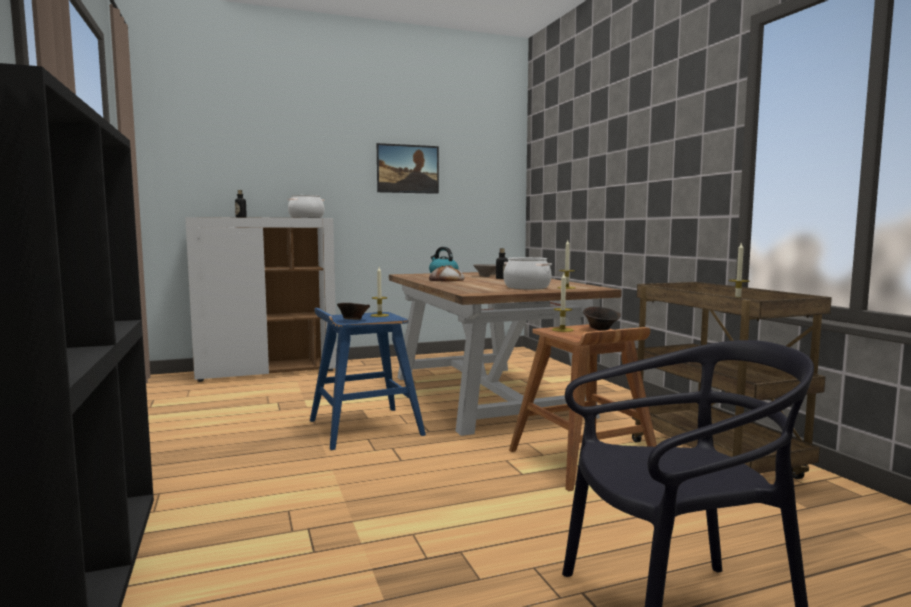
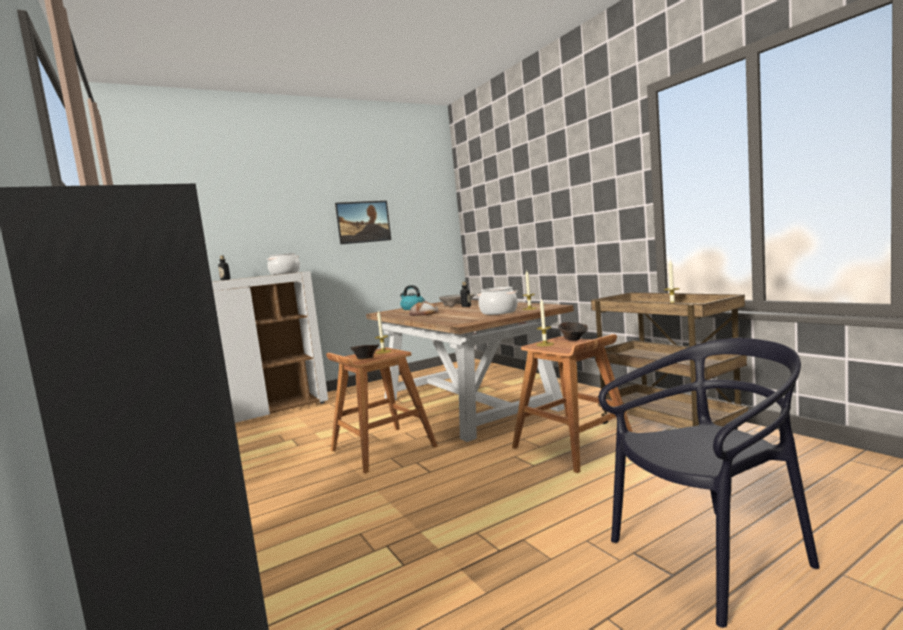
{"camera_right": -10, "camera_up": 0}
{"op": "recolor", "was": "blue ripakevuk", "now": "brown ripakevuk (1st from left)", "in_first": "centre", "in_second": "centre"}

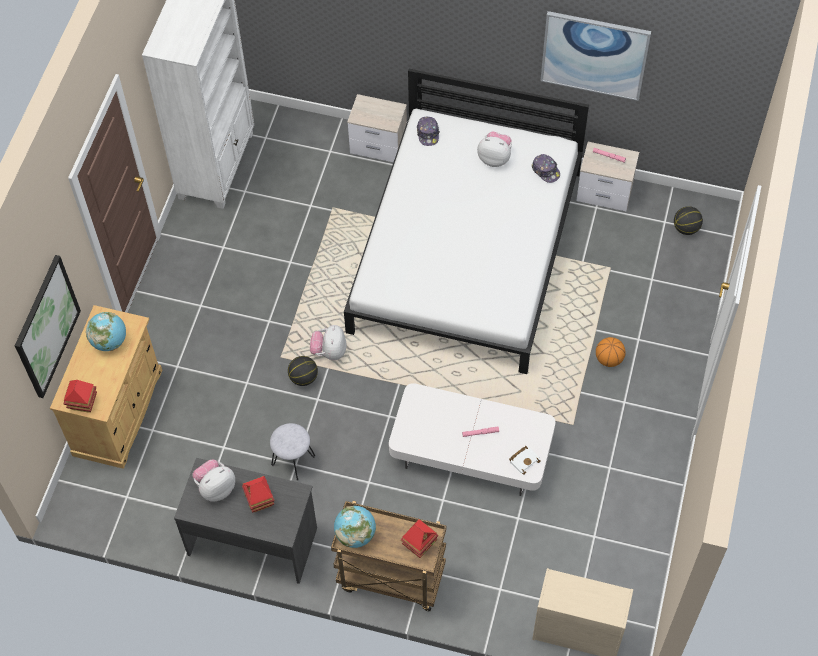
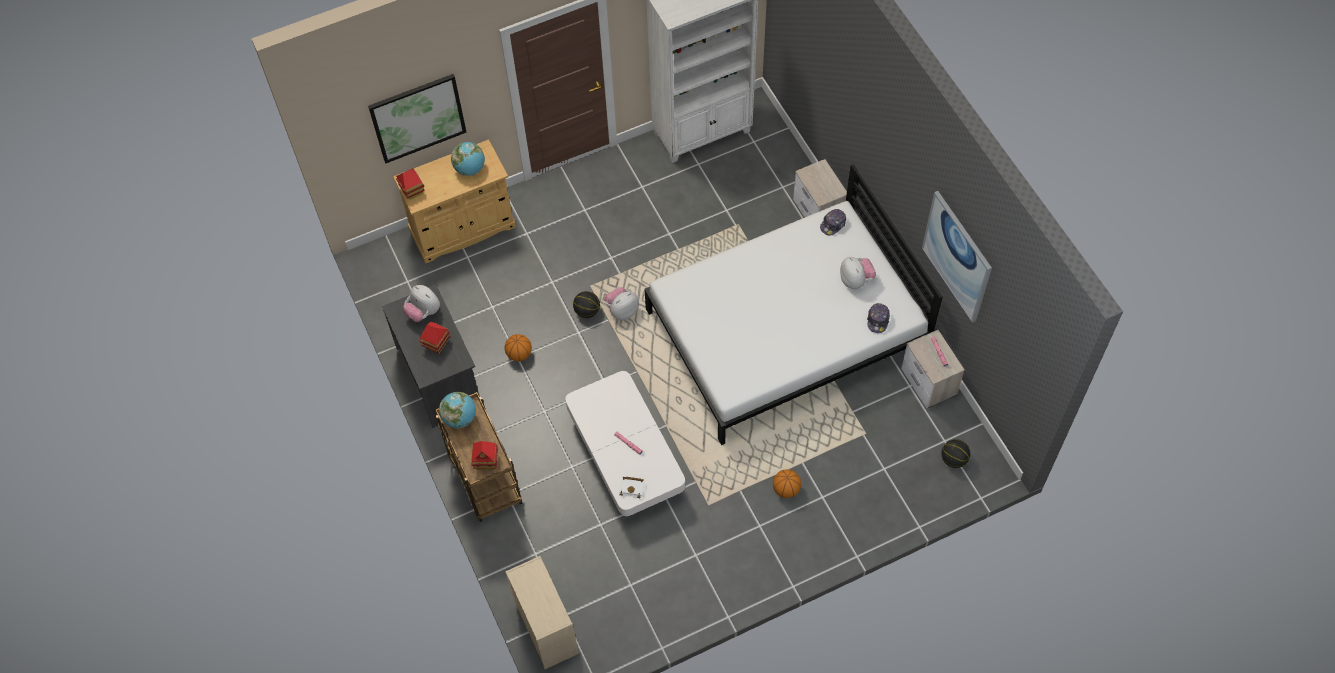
{"camera_right": 50, "camera_up": 0}
{"op": "replace", "was": "grey ripakevuk", "now": "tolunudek (1st from left)", "in_first": "bottom centre", "in_second": "centre"}
{"op": "rotate", "was": "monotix (1st from left)", "in_first": "bottom left", "in_second": "middle left", "clockwise": -150}

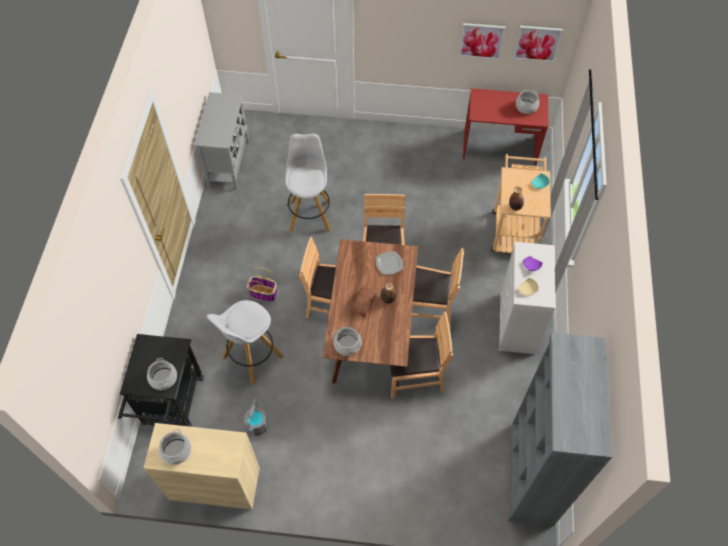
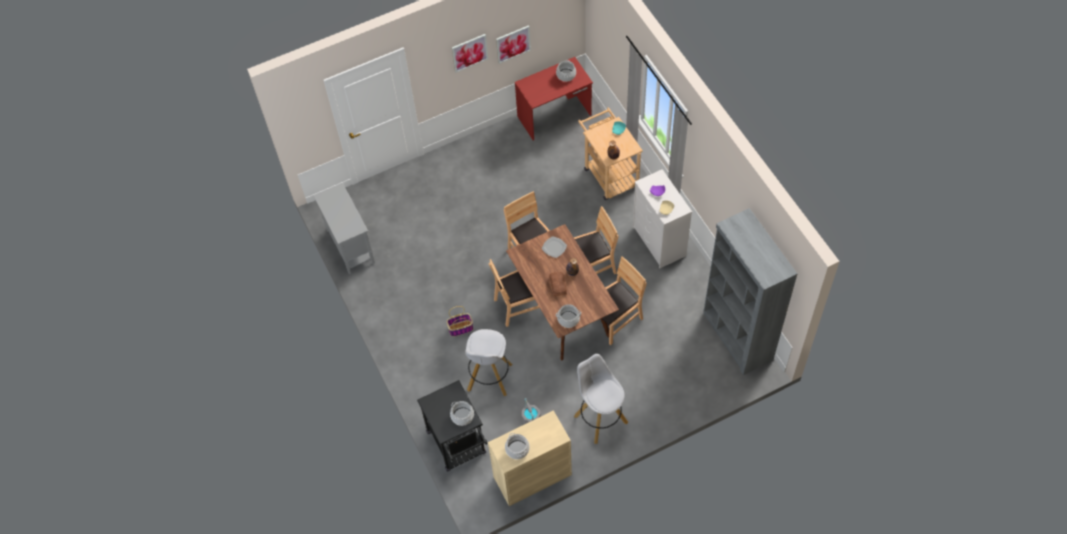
{"camera_right": -30, "camera_up": 0}
{"op": "move", "was": "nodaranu (2nd from left in the first image)", "now": "nodaranu (1st from left)", "in_first": "top right", "in_second": "top centre"}
{"op": "move", "was": "white ripakevuk (2nd from left)", "in_first": "centre", "in_second": "bottom centre"}

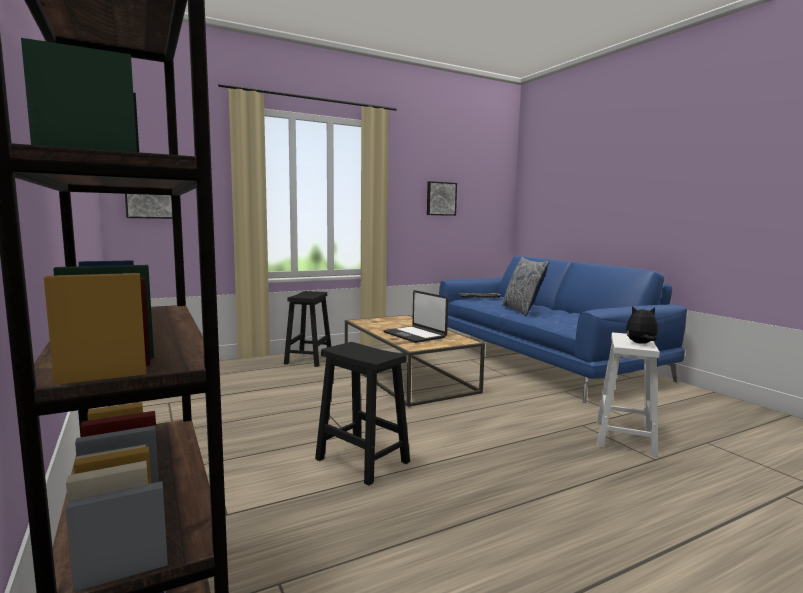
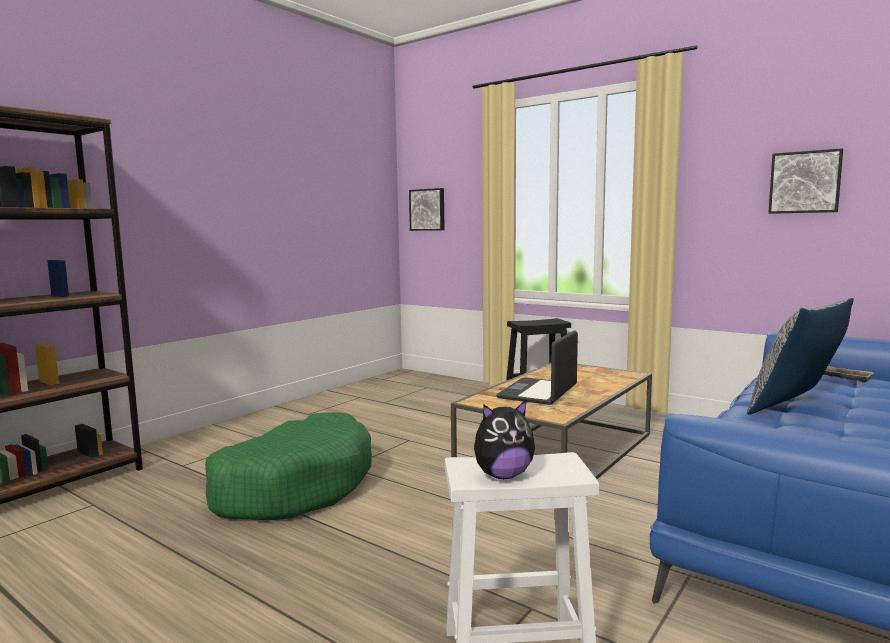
{"camera_right": 65, "camera_up": 0}
{"op": "rotate", "was": "monotix", "in_first": "middle right", "in_second": "bottom centre", "clockwise": 90}
{"op": "replace", "was": "black ripakevuk (2nd from left)", "now": "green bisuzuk", "in_first": "bottom centre", "in_second": "bottom left"}

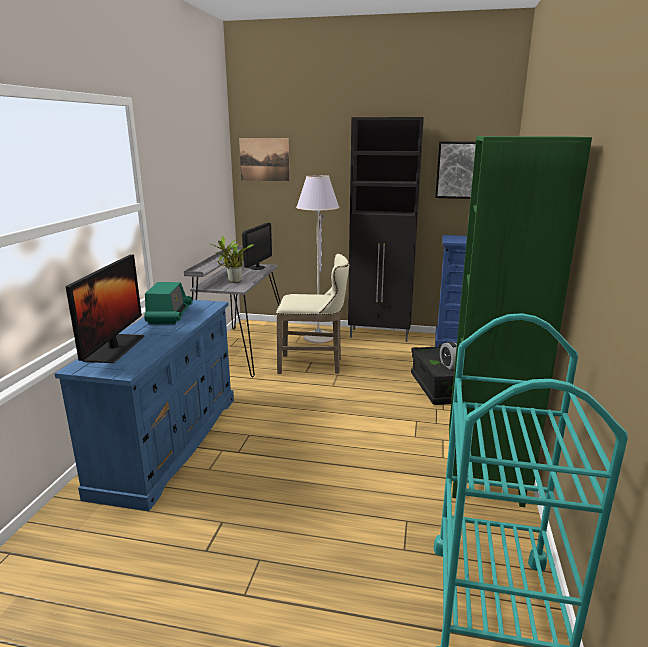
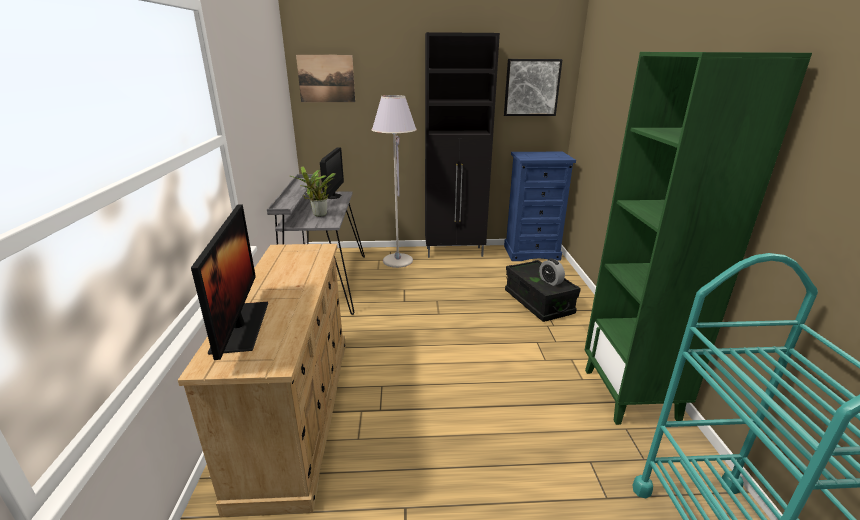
{"camera_right": -15, "camera_up": 5}
{"op": "delete", "was": "beige ripakevuk", "in_first": "centre"}
{"op": "delete", "was": "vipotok", "in_first": "middle left"}
{"op": "recolor", "was": "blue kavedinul (1st from left)", "now": "beige kavedinul", "in_first": "middle left", "in_second": "bottom left"}

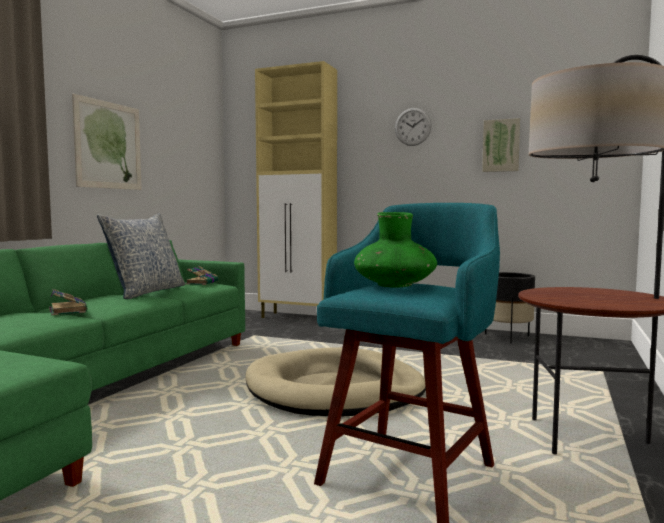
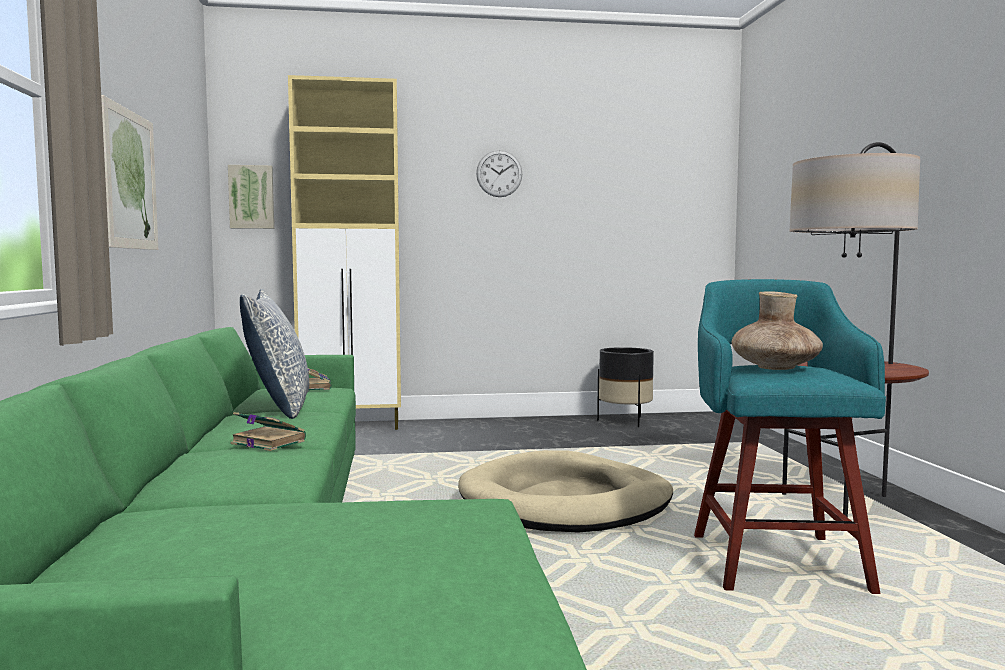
{"camera_right": -30, "camera_up": 0}
{"op": "move", "was": "nodaranu (2nd from left)", "in_first": "top right", "in_second": "top left"}
{"op": "recolor", "was": "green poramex", "now": "brown poramex", "in_first": "centre", "in_second": "middle right"}

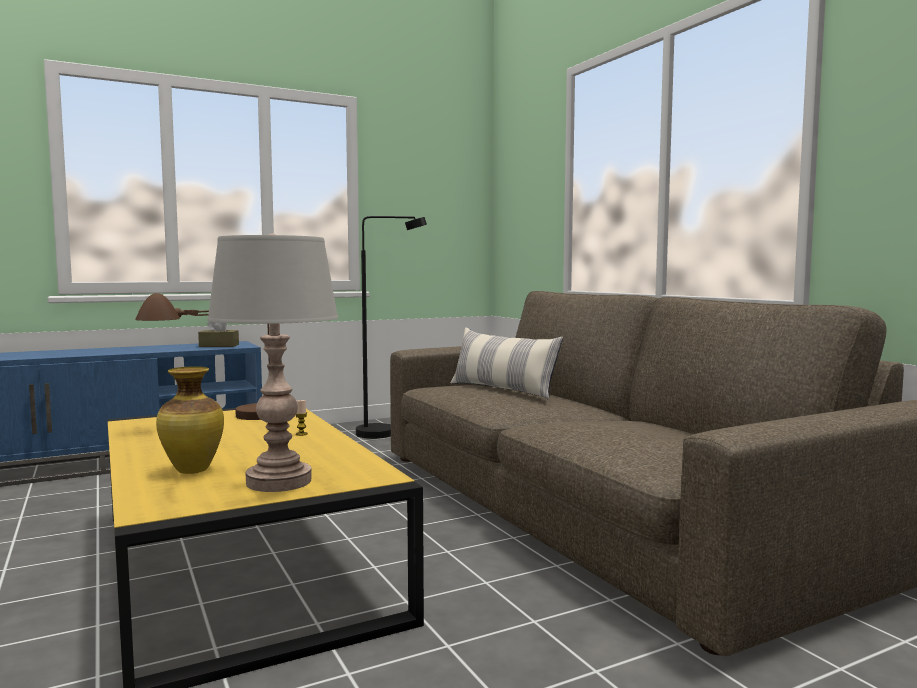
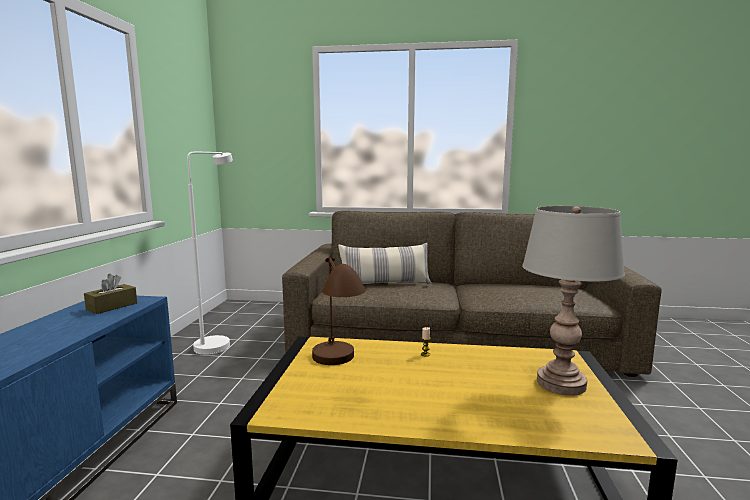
{"camera_right": -55, "camera_up": 5}
{"op": "recolor", "was": "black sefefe", "now": "white sefefe", "in_first": "centre", "in_second": "middle left"}
{"op": "delete", "was": "poramex", "in_first": "middle left"}

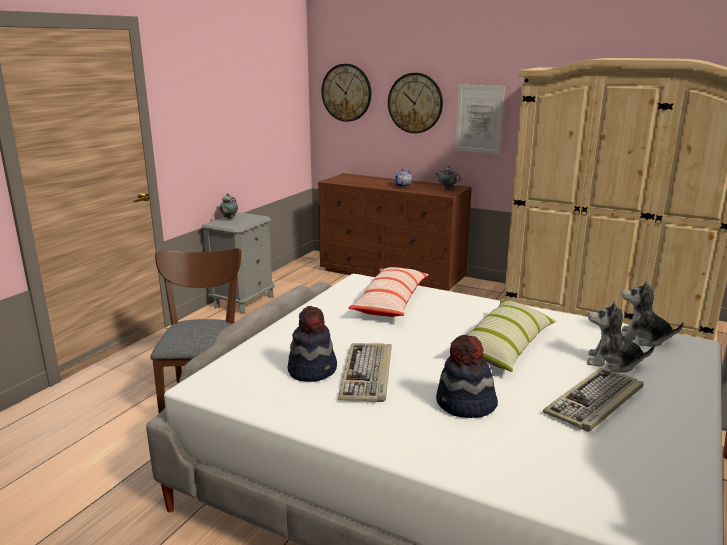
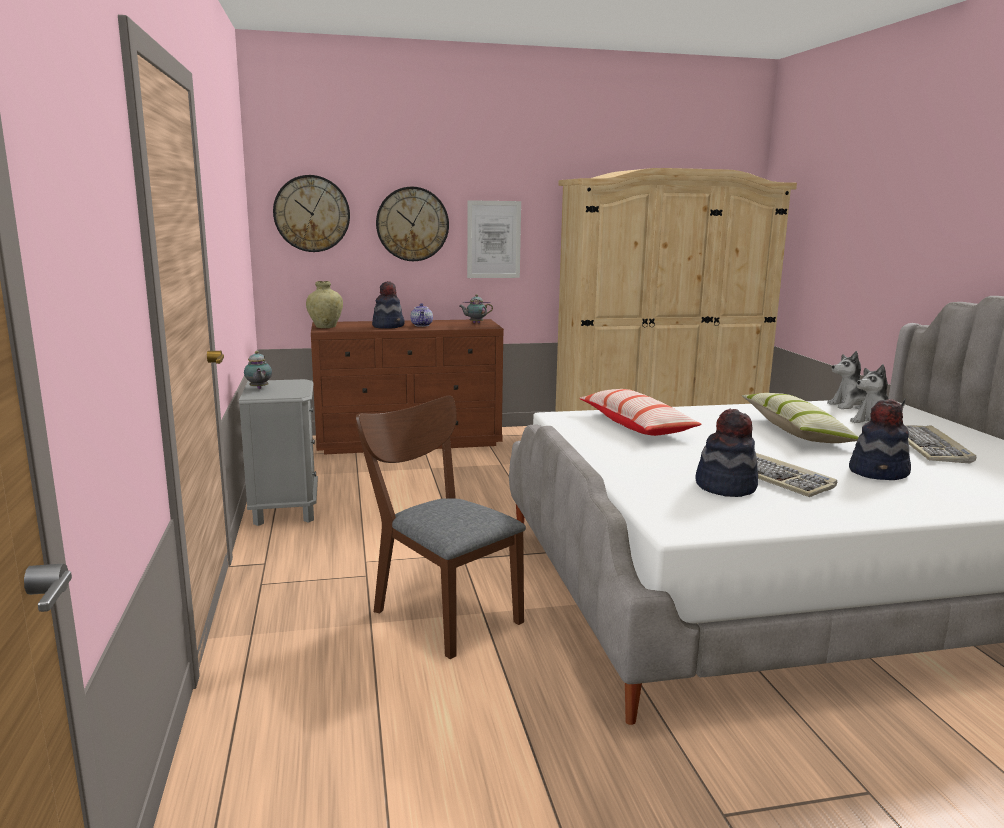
{"camera_right": -40, "camera_up": -5}
{"op": "insert", "now": "beige poramex", "in_second": "middle left"}
{"op": "insert", "now": "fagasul (1st from left)", "in_second": "centre"}

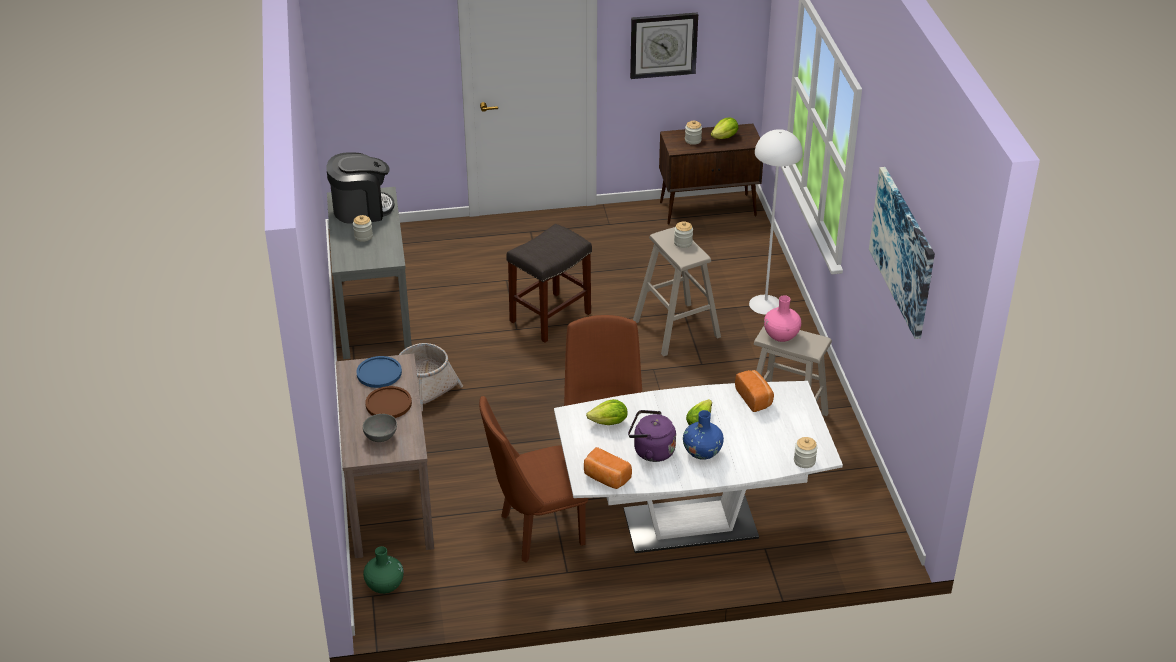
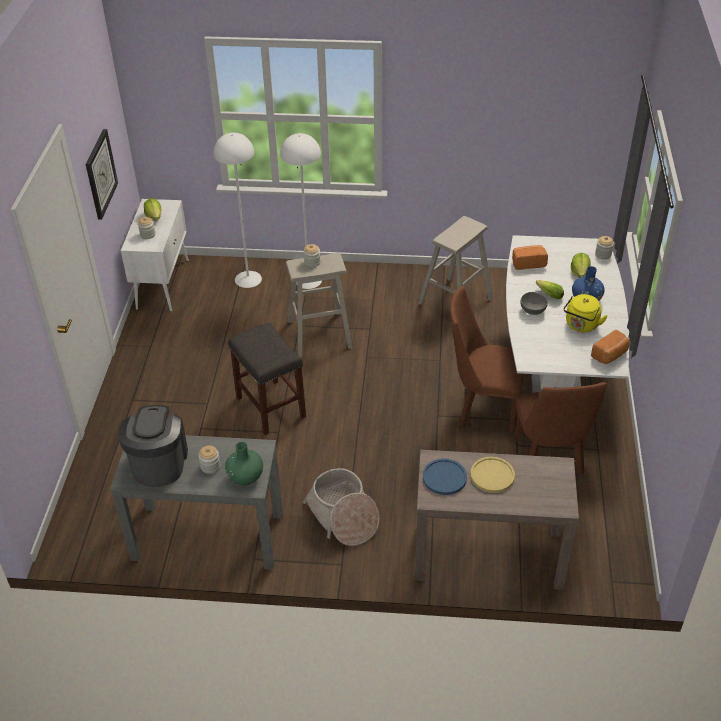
{"camera_right": -75, "camera_up": 5}
{"op": "recolor", "was": "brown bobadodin", "now": "white bobadodin", "in_first": "top centre", "in_second": "middle left"}
{"op": "delete", "was": "nodaranu", "in_first": "middle right"}
{"op": "delete", "was": "pink poramex", "in_first": "centre"}
{"op": "recolor", "was": "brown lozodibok", "now": "yellow lozodibok", "in_first": "middle left", "in_second": "middle right"}
{"op": "move", "was": "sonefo (1st from left in the first image)", "now": "sonefo (3rd from left)", "in_first": "centre", "in_second": "middle right"}
{"op": "recolor", "was": "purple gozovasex", "now": "yellow gozovasex", "in_first": "centre", "in_second": "middle right"}
{"op": "move", "was": "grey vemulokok", "in_first": "middle left", "in_second": "middle right"}
{"op": "move", "was": "green poramex", "in_first": "bottom left", "in_second": "centre"}
{"op": "insert", "now": "white sefefe (1st from left)", "in_second": "top left"}

